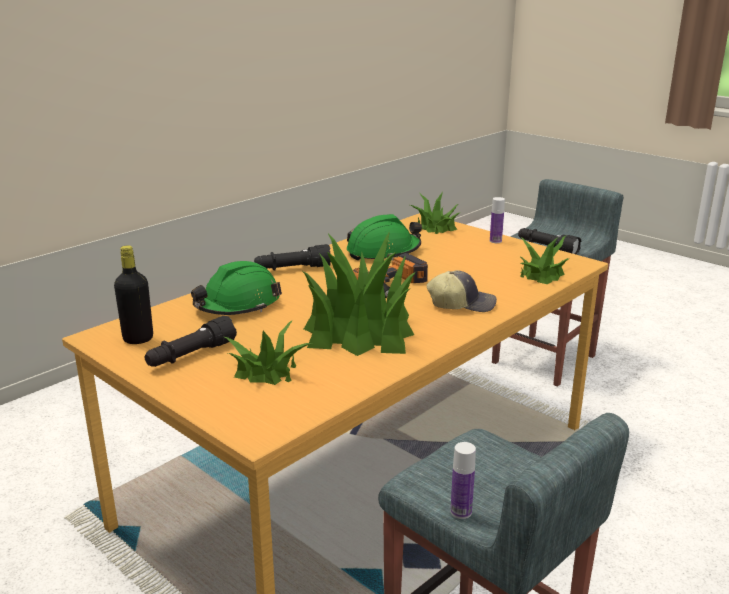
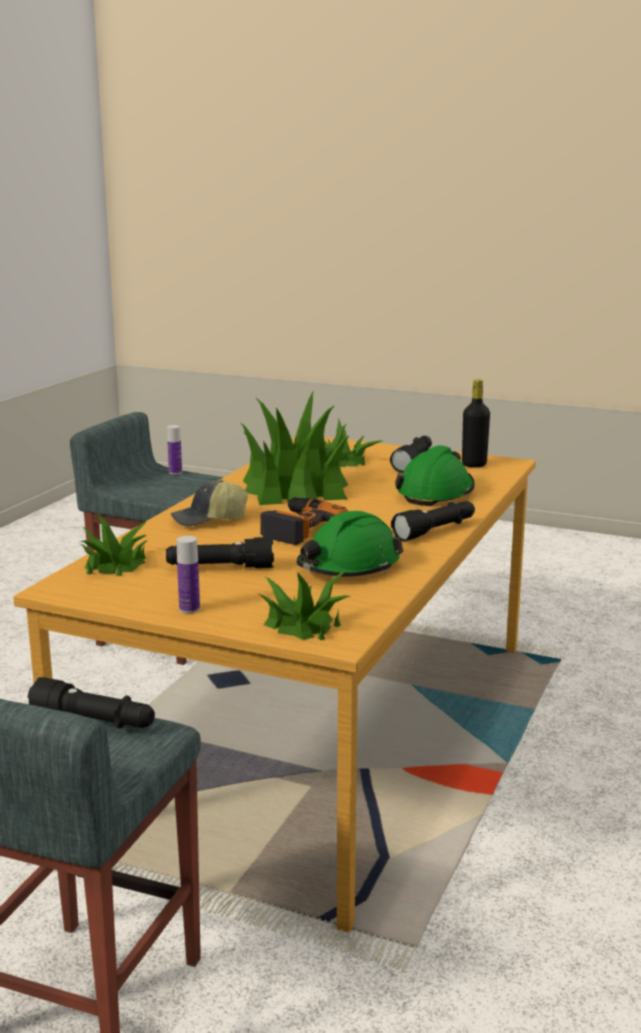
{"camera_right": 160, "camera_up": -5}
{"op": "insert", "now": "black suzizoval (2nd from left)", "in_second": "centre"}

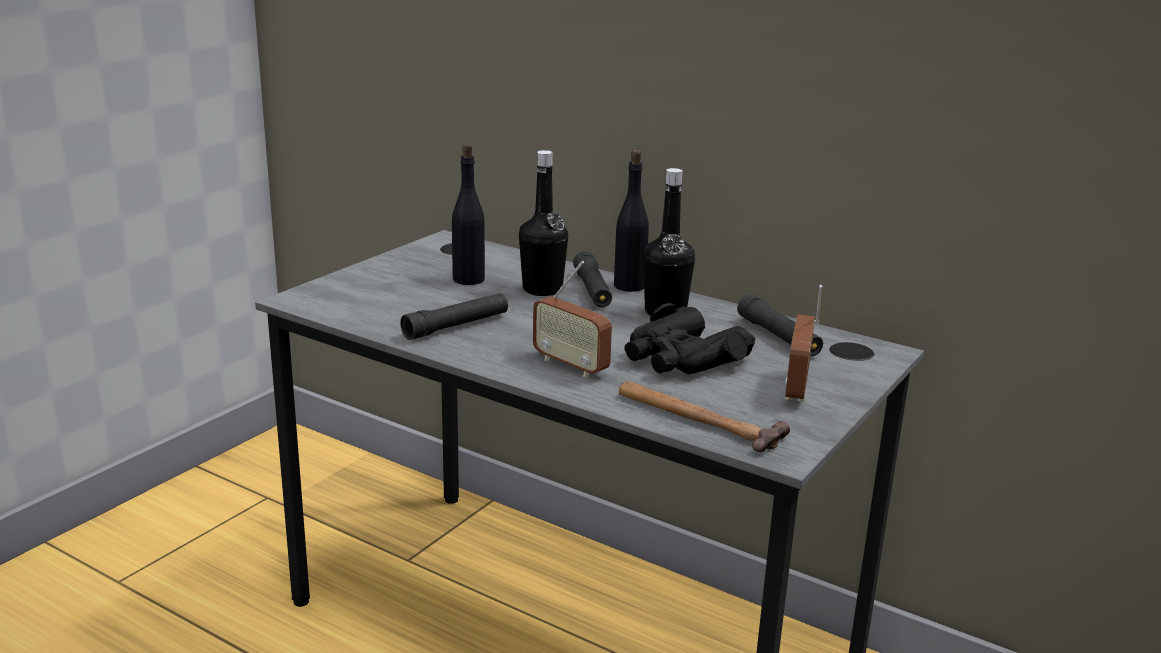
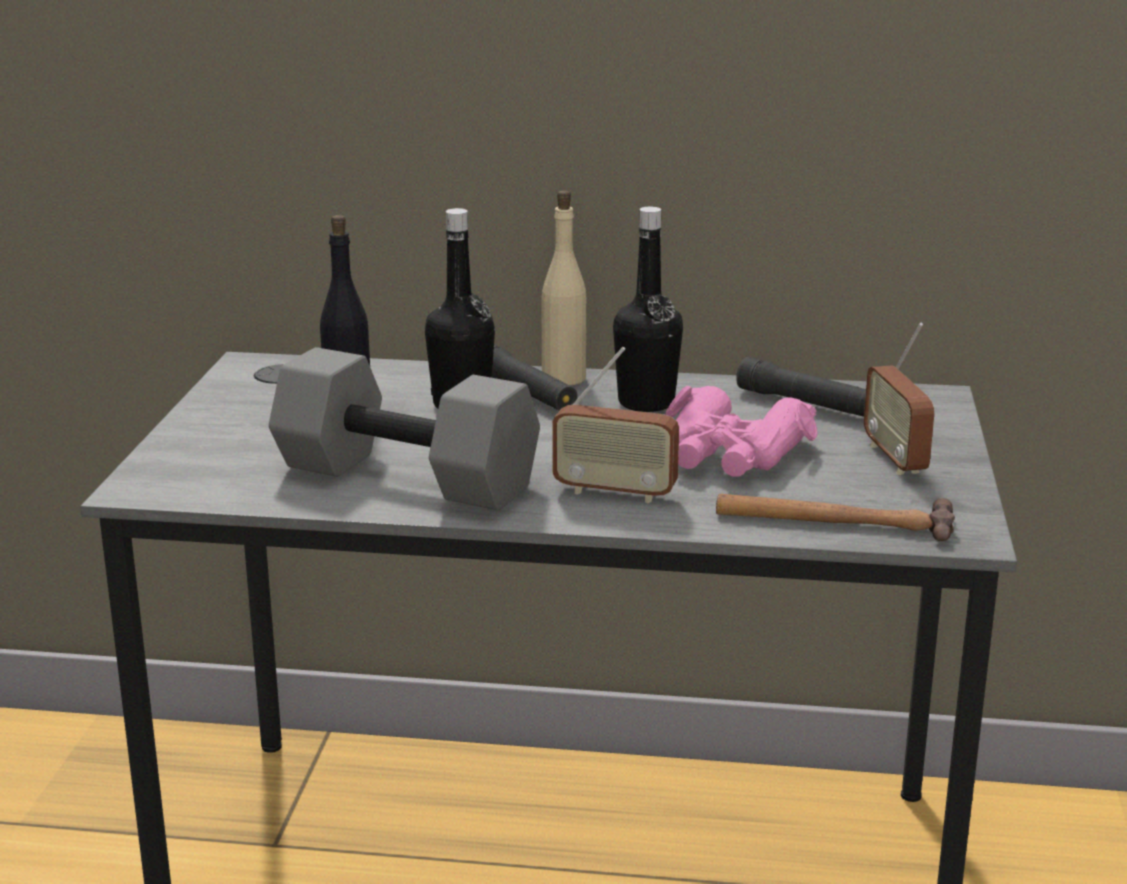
{"camera_right": -25, "camera_up": 0}
{"op": "recolor", "was": "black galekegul (3rd from left)", "now": "beige galekegul", "in_first": "centre", "in_second": "top centre"}
{"op": "replace", "was": "black suzizoval (1st from left)", "now": "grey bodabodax", "in_first": "centre", "in_second": "centre"}
{"op": "recolor", "was": "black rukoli", "now": "pink rukoli", "in_first": "centre", "in_second": "centre"}

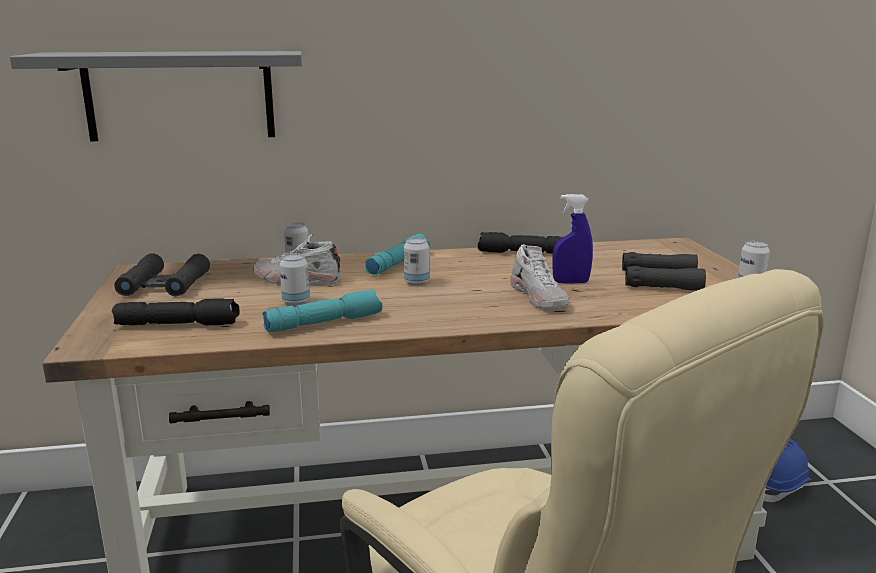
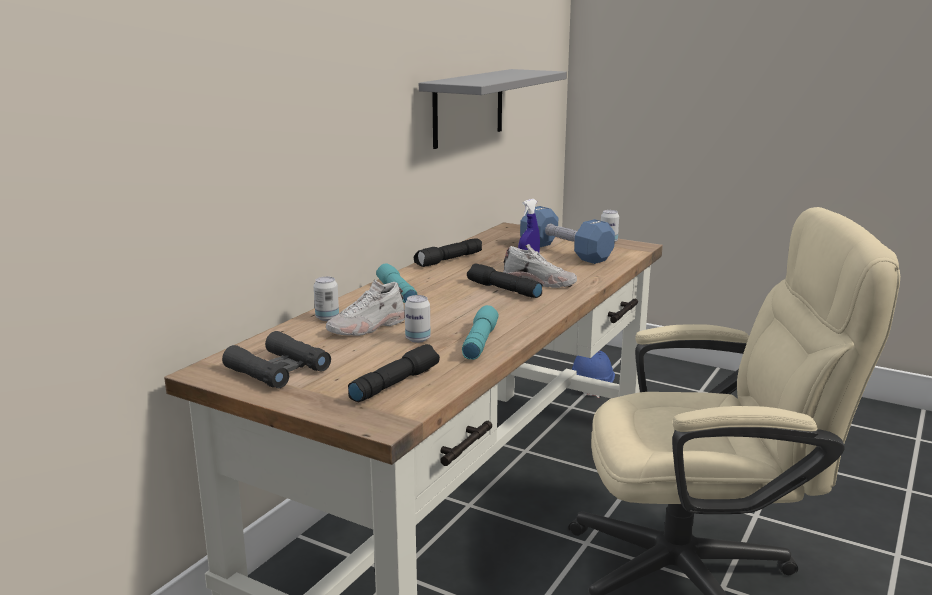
{"camera_right": -50, "camera_up": 0}
{"op": "move", "was": "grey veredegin", "in_first": "top left", "in_second": "top centre"}
{"op": "delete", "was": "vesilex (3rd from left)", "in_first": "centre"}
{"op": "replace", "was": "black rukoli (2nd from left)", "now": "blue bodabodax", "in_first": "middle right", "in_second": "centre"}
{"op": "insert", "now": "black suzizoval (3rd from left)", "in_second": "centre"}

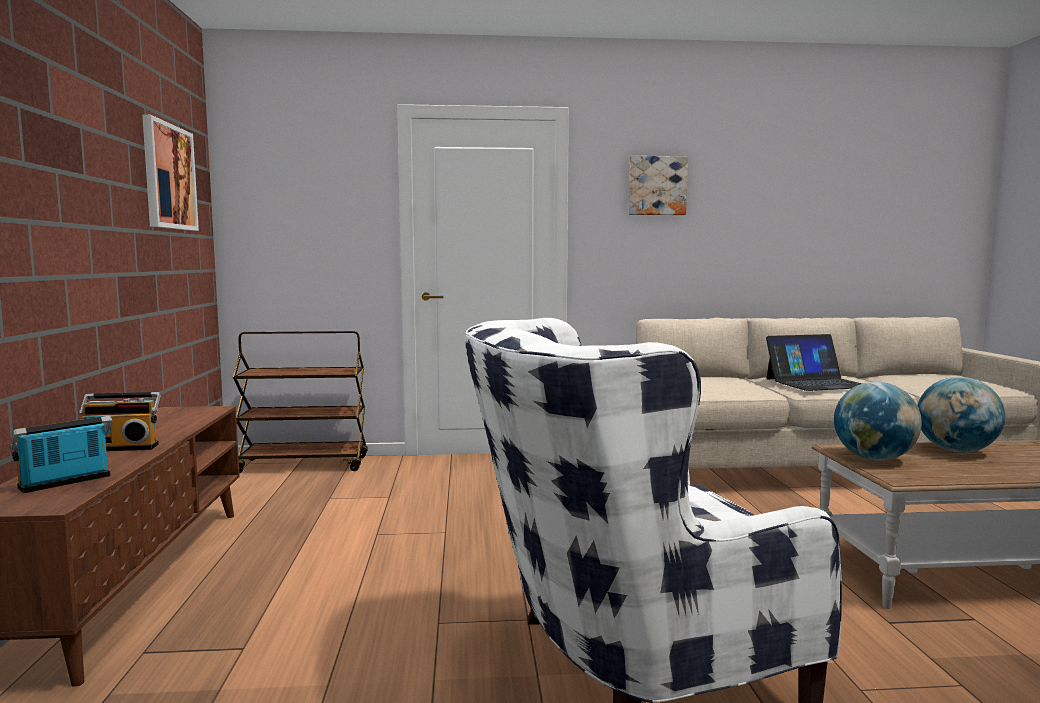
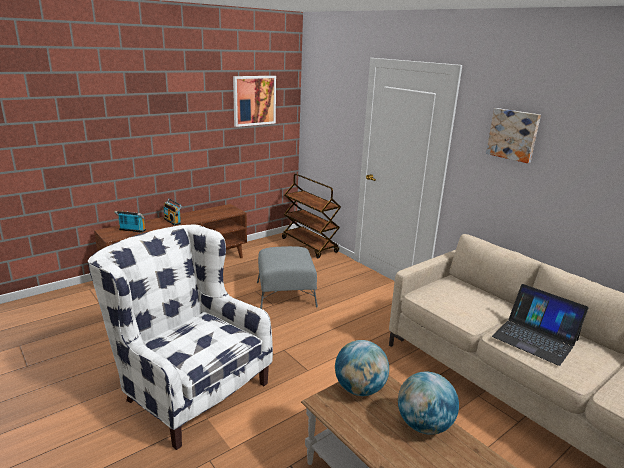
{"camera_right": 55, "camera_up": 15}
{"op": "insert", "now": "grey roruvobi", "in_second": "centre"}

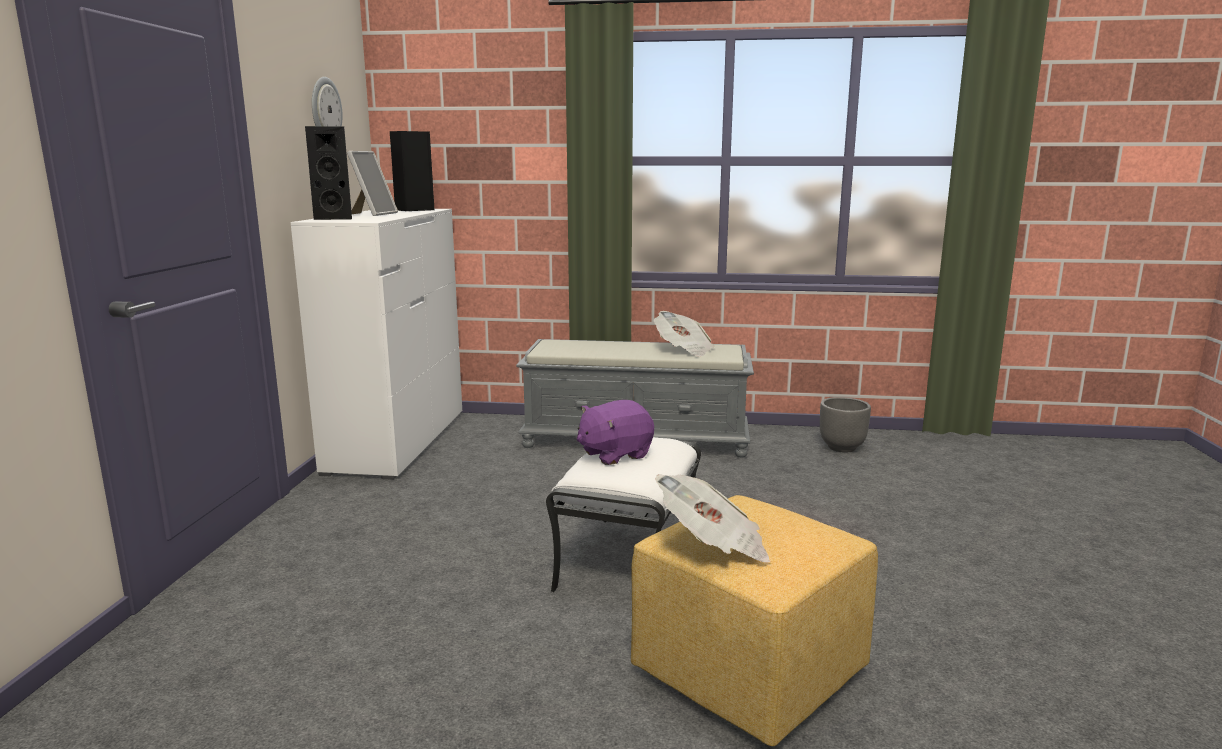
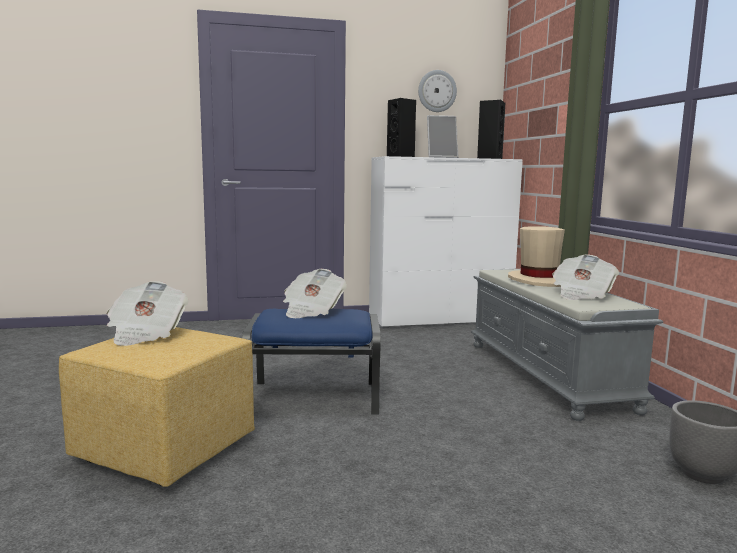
{"camera_right": 70, "camera_up": -5}
{"op": "replace", "was": "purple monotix", "now": "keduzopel (2nd from left)", "in_first": "centre", "in_second": "centre"}
{"op": "recolor", "was": "white roruvobi", "now": "blue roruvobi", "in_first": "bottom centre", "in_second": "centre"}
{"op": "insert", "now": "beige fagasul", "in_second": "middle right"}

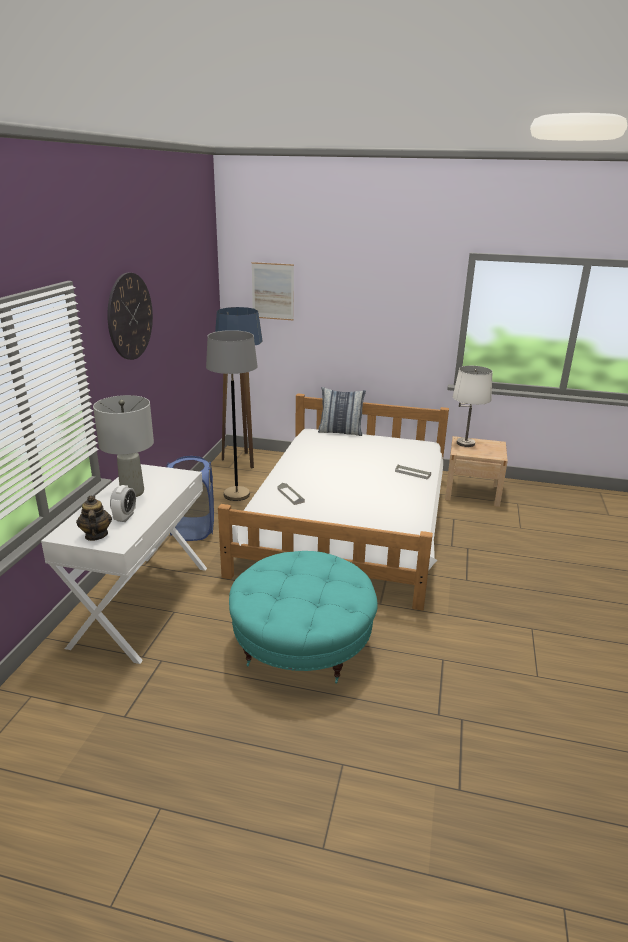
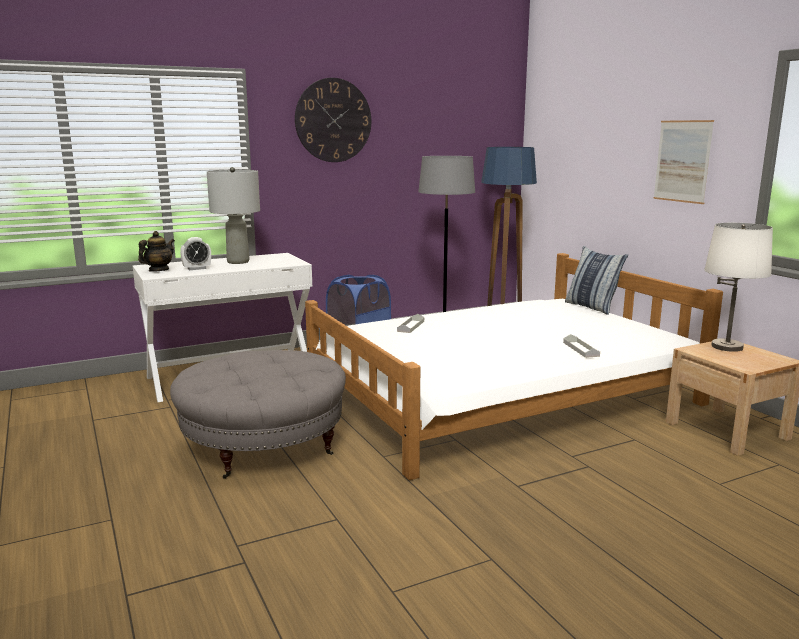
{"camera_right": 50, "camera_up": -10}
{"op": "move", "was": "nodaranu", "in_first": "top centre", "in_second": "top right"}
{"op": "recolor", "was": "turquoise roruvobi", "now": "grey roruvobi", "in_first": "centre", "in_second": "middle left"}

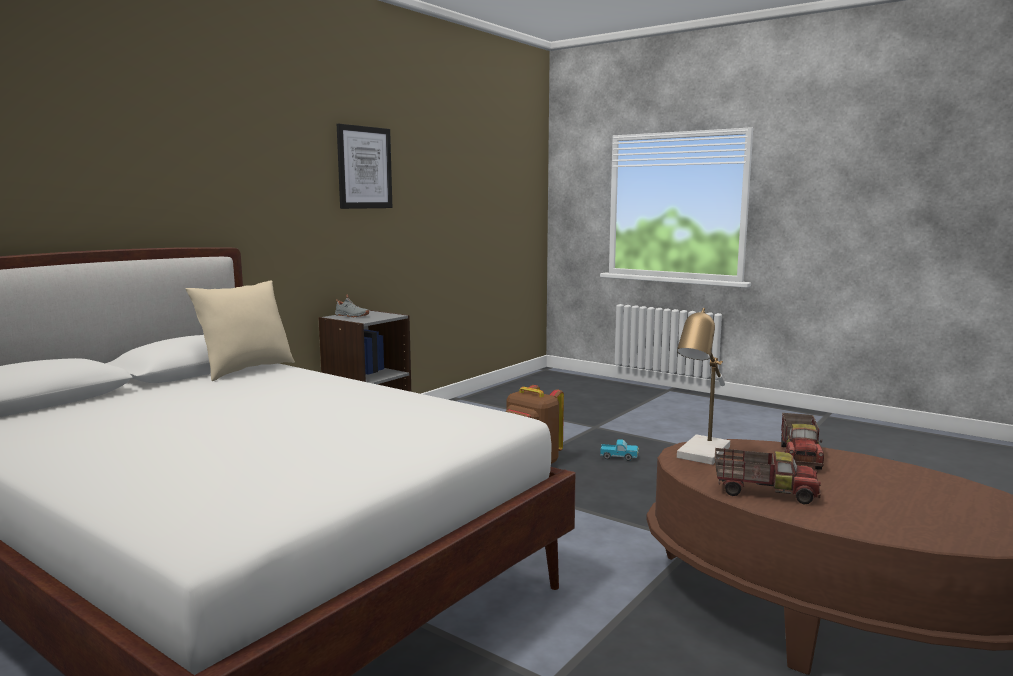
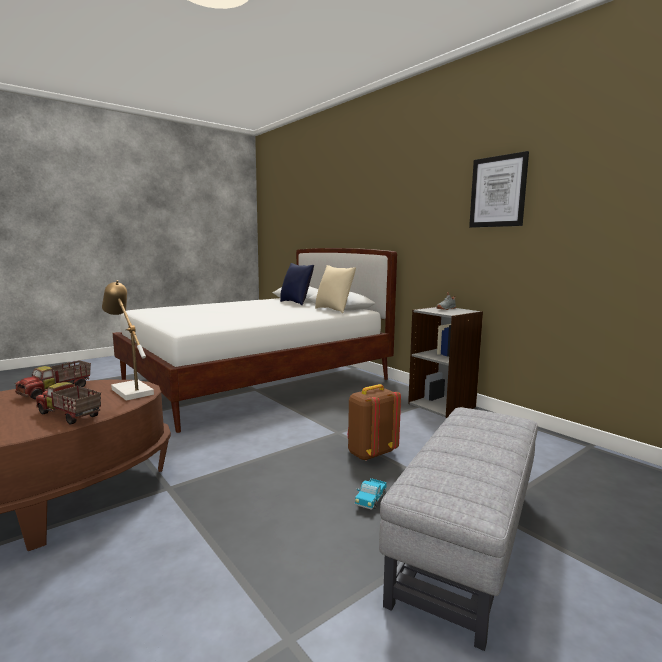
{"camera_right": 105, "camera_up": 0}
{"op": "insert", "now": "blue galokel", "in_second": "centre"}
{"op": "insert", "now": "grey roruvobi", "in_second": "bottom right"}

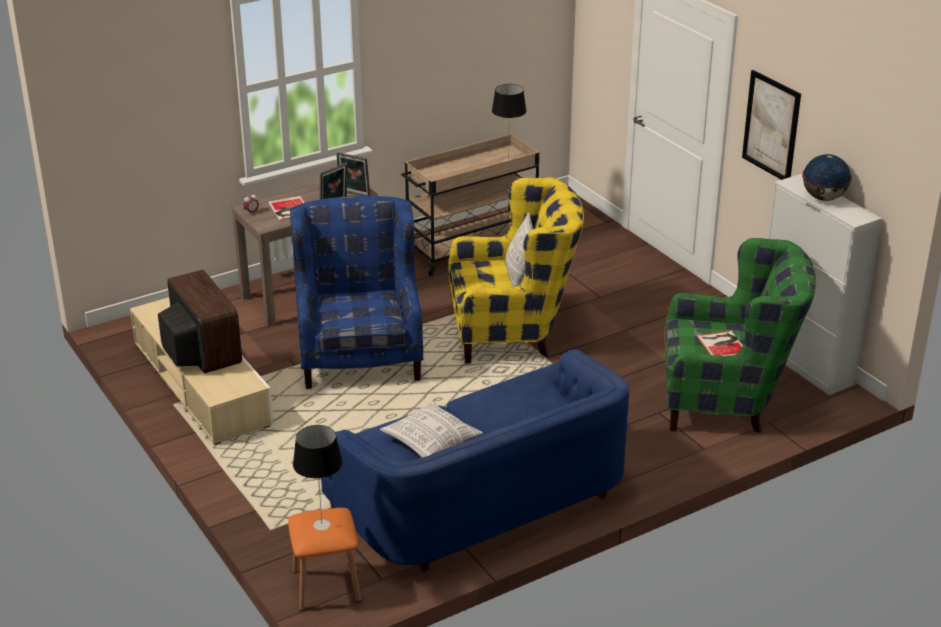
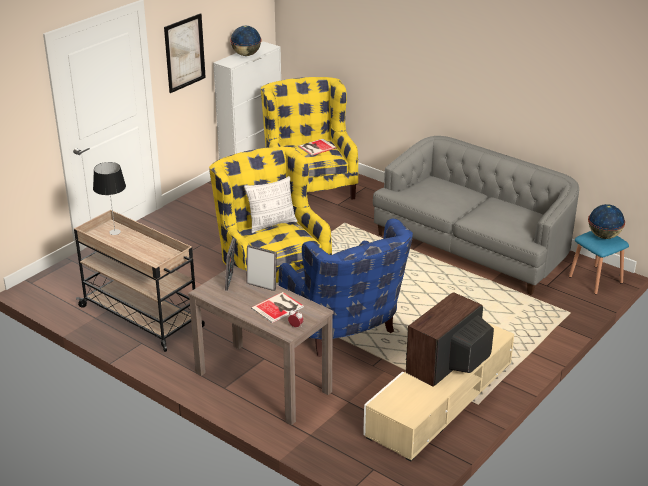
{"camera_right": -110, "camera_up": 0}
{"op": "rotate", "was": "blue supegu", "in_first": "centre", "in_second": "centre", "clockwise": -90}
{"op": "recolor", "was": "green supegu", "now": "yellow supegu (2nd from left)", "in_first": "middle right", "in_second": "top centre"}
{"op": "recolor", "was": "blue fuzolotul", "now": "grey fuzolotul", "in_first": "bottom centre", "in_second": "middle right"}
{"op": "delete", "was": "galokel (1st from left)", "in_first": "bottom centre"}
{"op": "replace", "was": "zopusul (1st from left)", "now": "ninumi (2nd from left)", "in_first": "bottom centre", "in_second": "middle right"}
{"op": "recolor", "was": "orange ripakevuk", "now": "blue ripakevuk", "in_first": "bottom centre", "in_second": "middle right"}

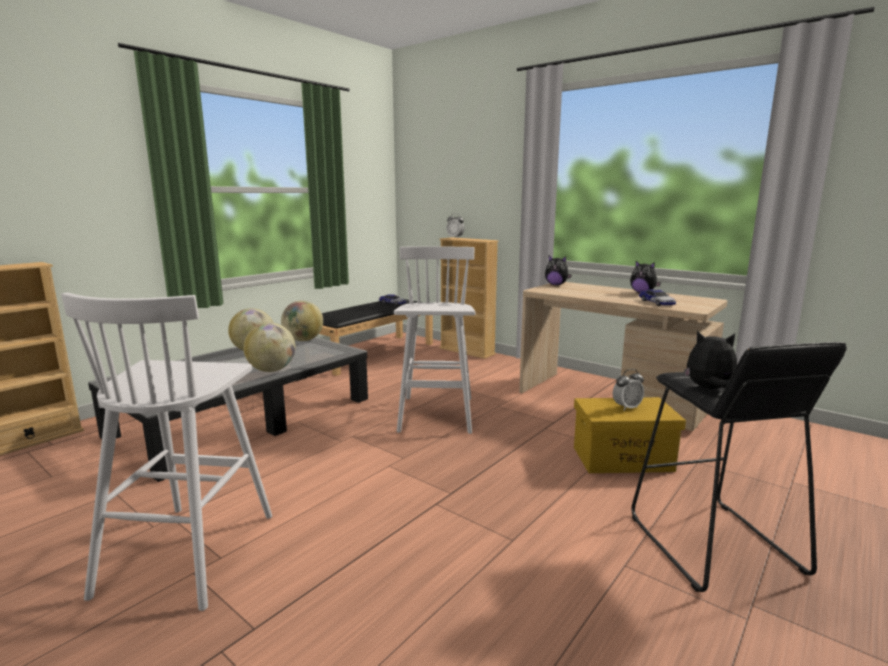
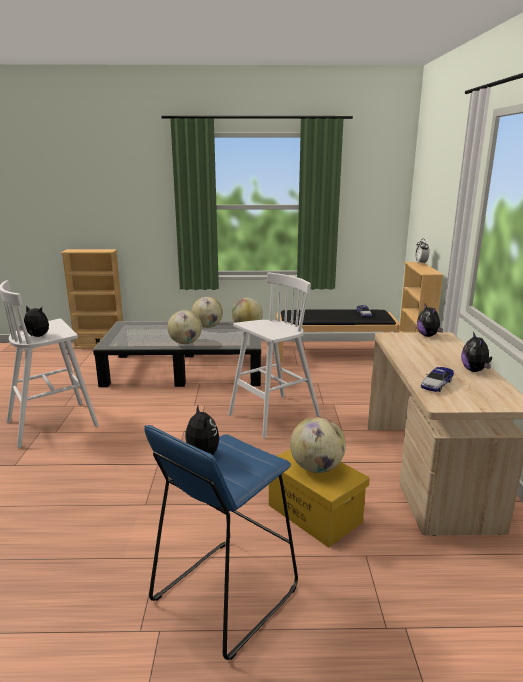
{"camera_right": 50, "camera_up": 5}
{"op": "recolor", "was": "black ripakevuk", "now": "blue ripakevuk", "in_first": "bottom right", "in_second": "bottom centre"}
{"op": "replace", "was": "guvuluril (2nd from left)", "now": "ninumi (4th from left)", "in_first": "middle right", "in_second": "centre"}
{"op": "insert", "now": "monotix (1st from left)", "in_second": "middle left"}

